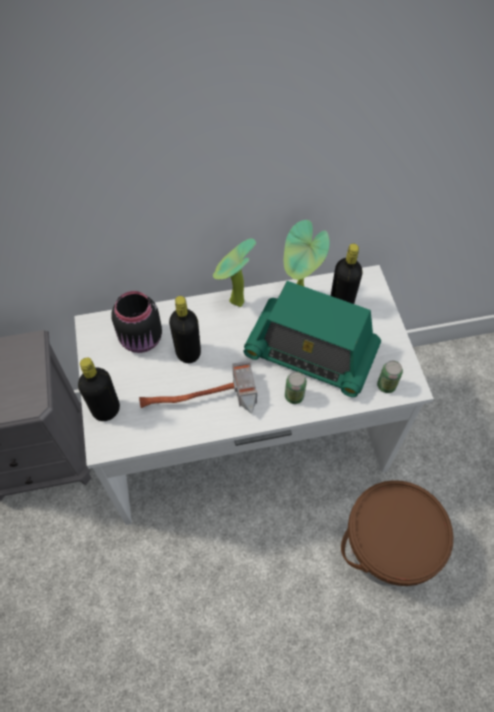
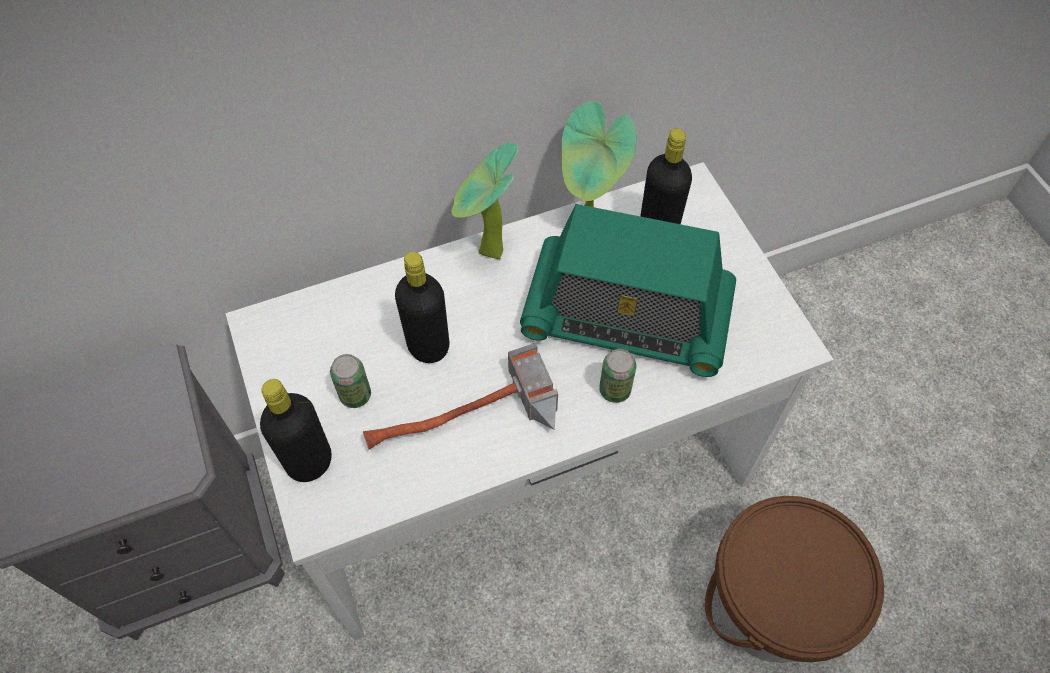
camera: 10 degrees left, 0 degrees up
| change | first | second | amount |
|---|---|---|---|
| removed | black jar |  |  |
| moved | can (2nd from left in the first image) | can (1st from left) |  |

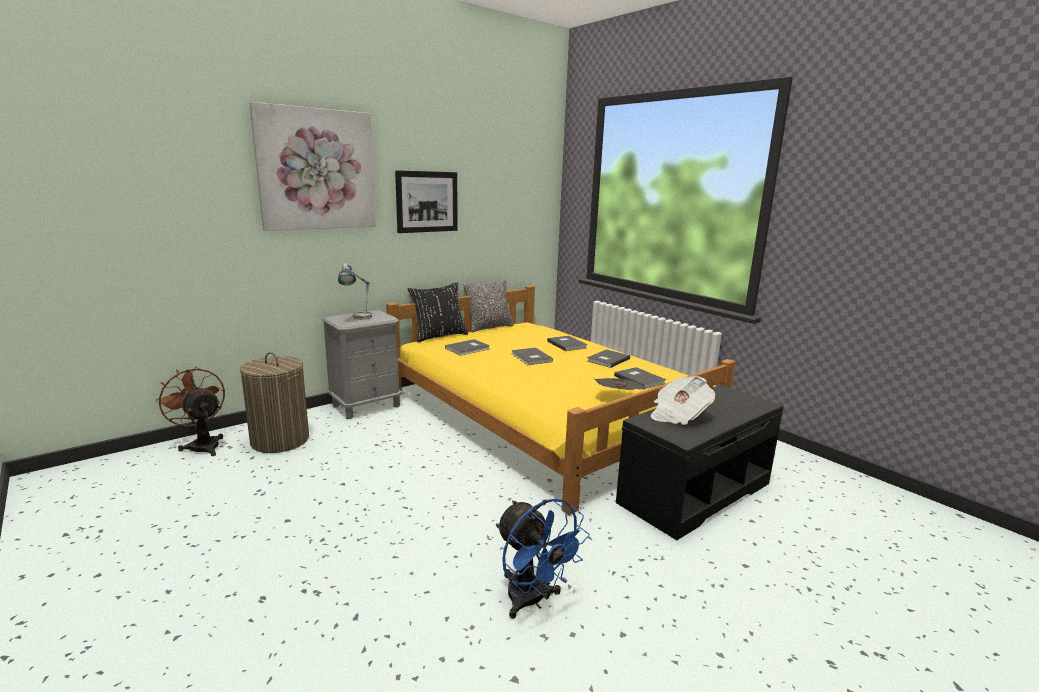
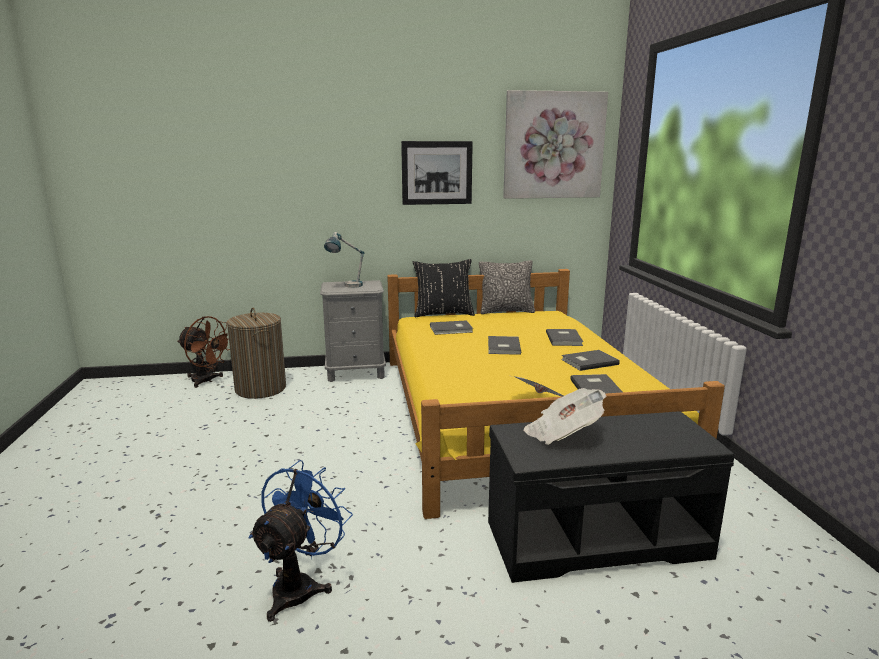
camera: 30 degrees right, 0 degrees up
| change | first | second | amount |
|---|---|---|---|
| moved | picture (1st from left in the first image) | picture (2nd from left) |  |
| turned | brown fan |  | 135 degrees clockwise |
| turned | blue fan |  | 150 degrees counterclockwise |

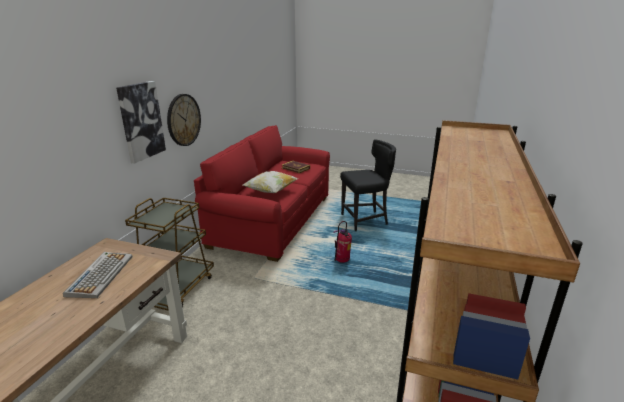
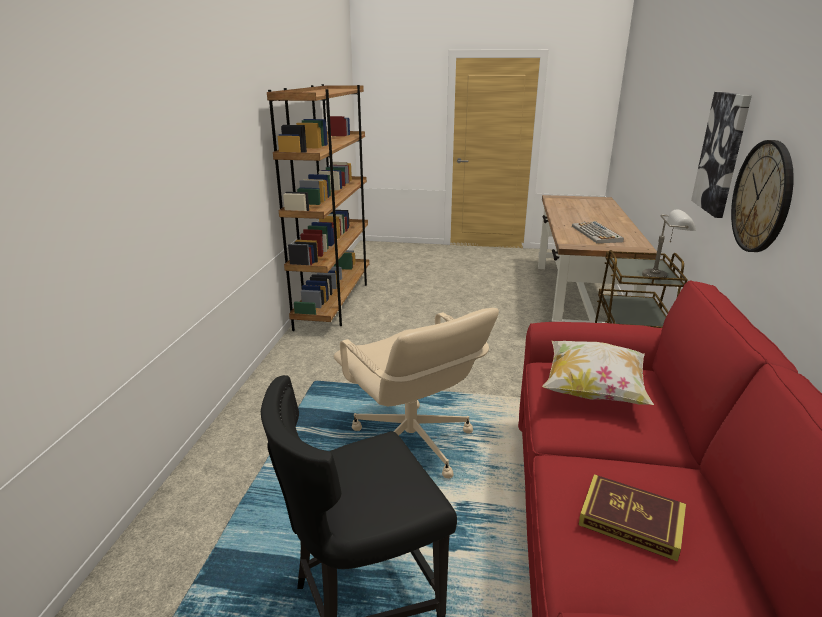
camera: 170 degrees right, 0 degrees up
| change | first | second | amount |
|---|---|---|---|
| added |  | grey table lamp |  |
| replaced | fire extinguisher | beige office chair |  |

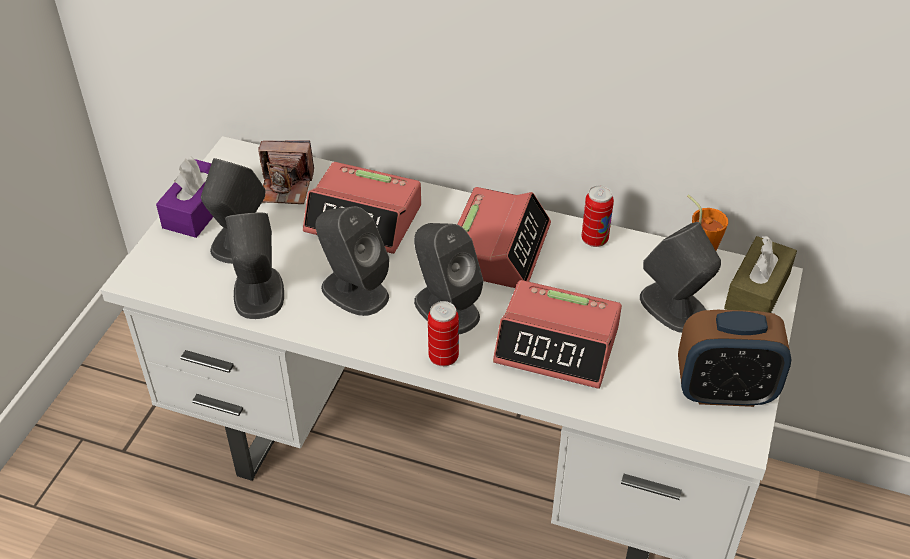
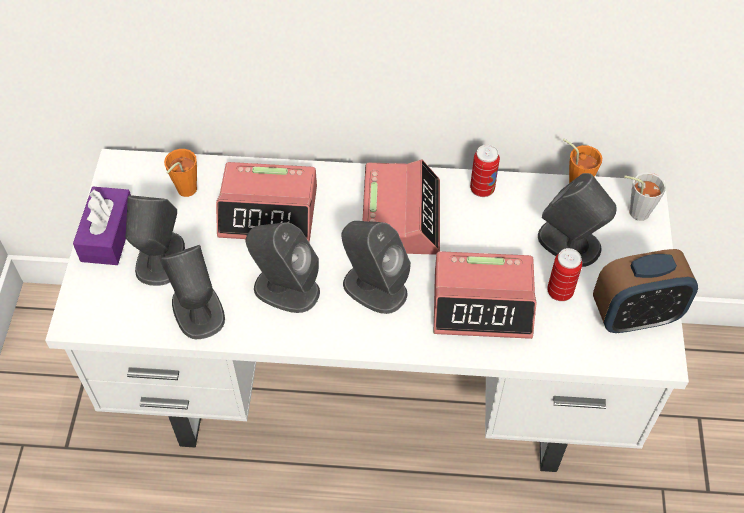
camera: 15 degrees left, 10 degrees up
| change | first | second | amount |
|---|---|---|---|
| moved | can (1st from left in the first image) | can (2nd from left) |  |
| replaced | photo camera | orange cup (1st from left) |  |
| replaced | brown tissue box | grey cup |  |

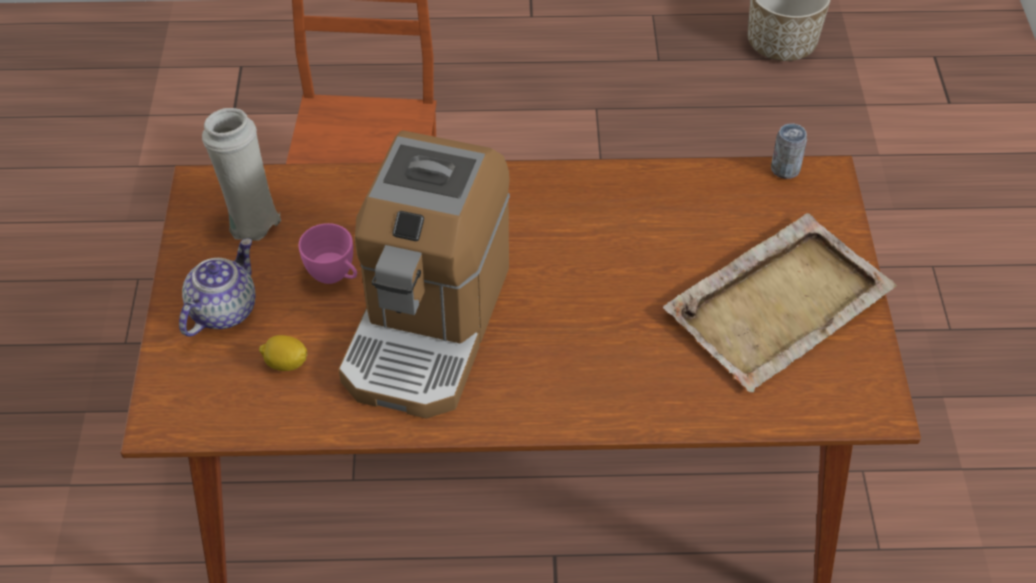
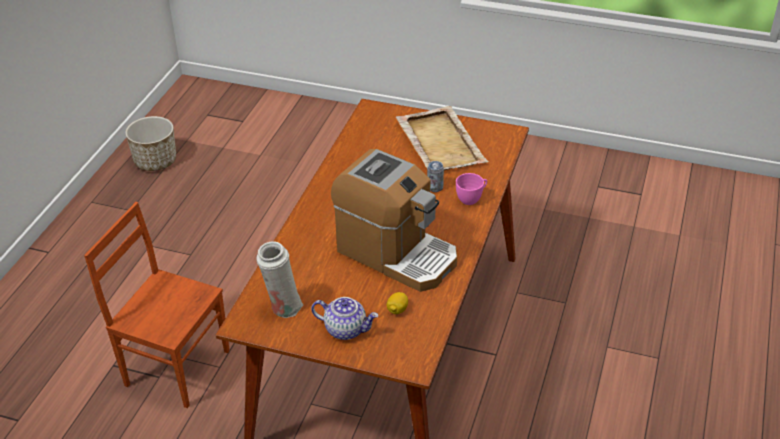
camera: 70 degrees left, 10 degrees down
| change | first | second | amount |
|---|---|---|---|
| moved | pink cup |  |  |
| moved | can |  |  |
| turned | teapot |  | 150 degrees clockwise |

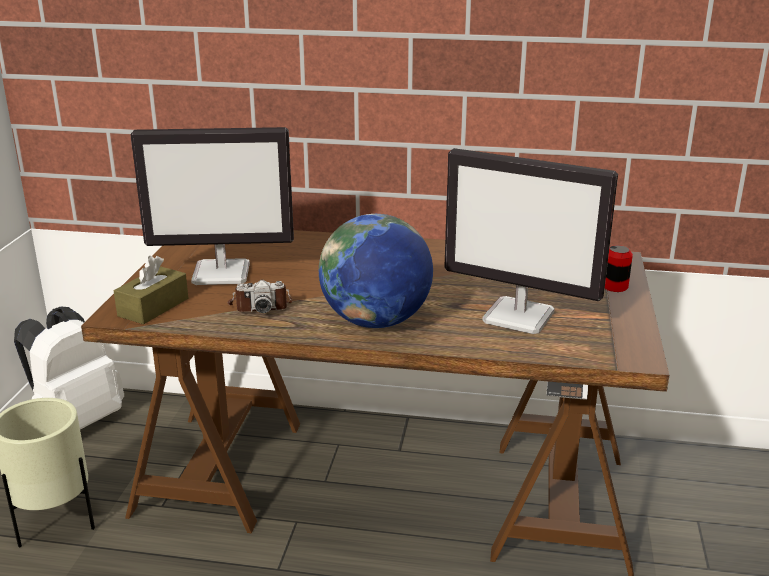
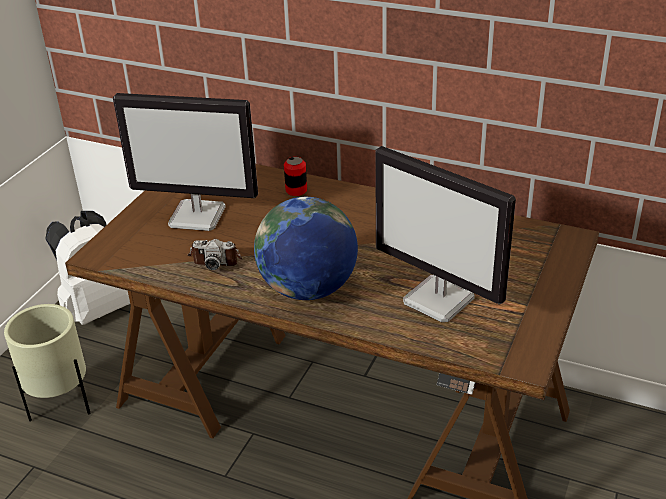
camera: 15 degrees right, 10 degrees up
| change | first | second | amount |
|---|---|---|---|
| removed | brown tissue box |  |  |
| moved | can |  |  |

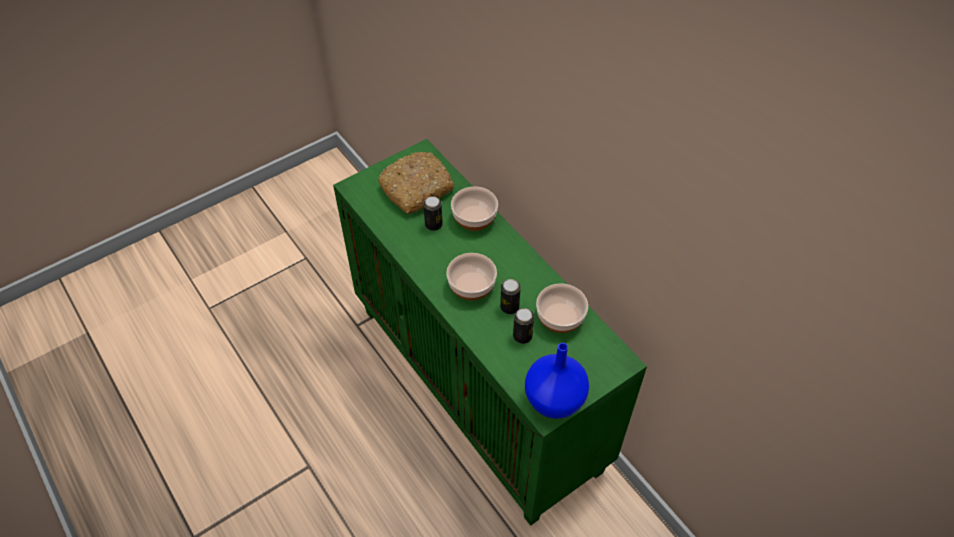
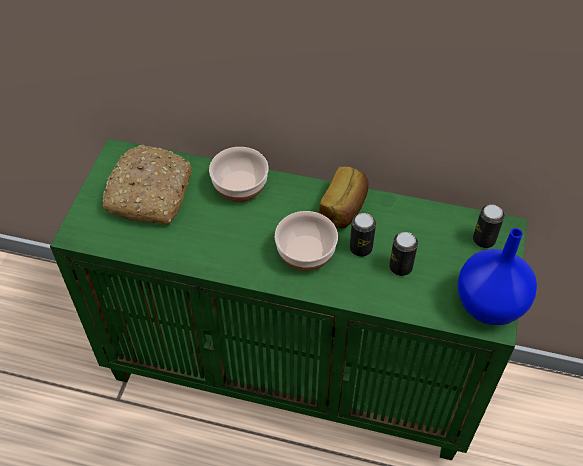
camera: 40 degrees left, 0 degrees up
| change | first | second | amount |
|---|---|---|---|
| removed | bowl (3rd from left) |  |  |
| added |  | bread (2nd from left) |  |
| moved | can (1st from left in the first image) | can (3rd from left) |  |

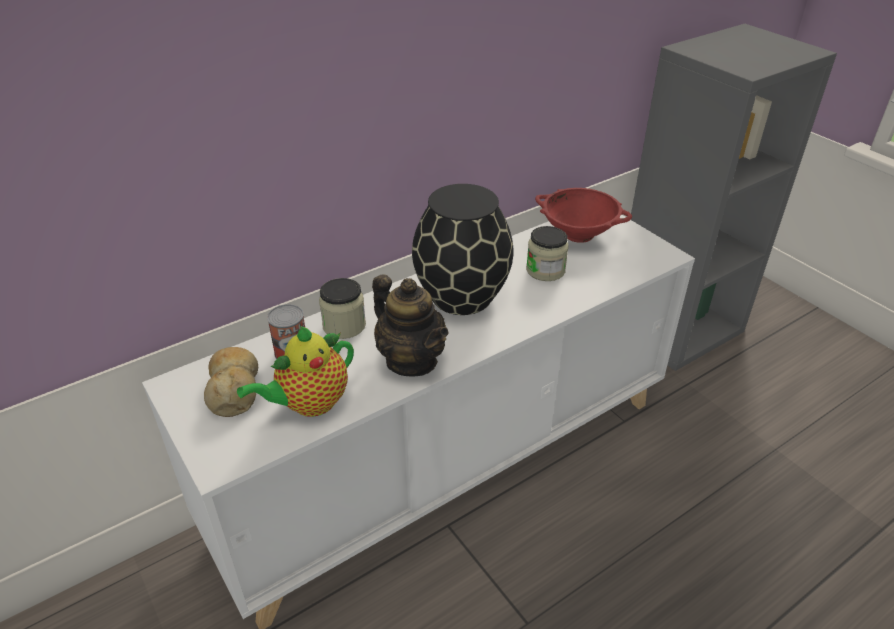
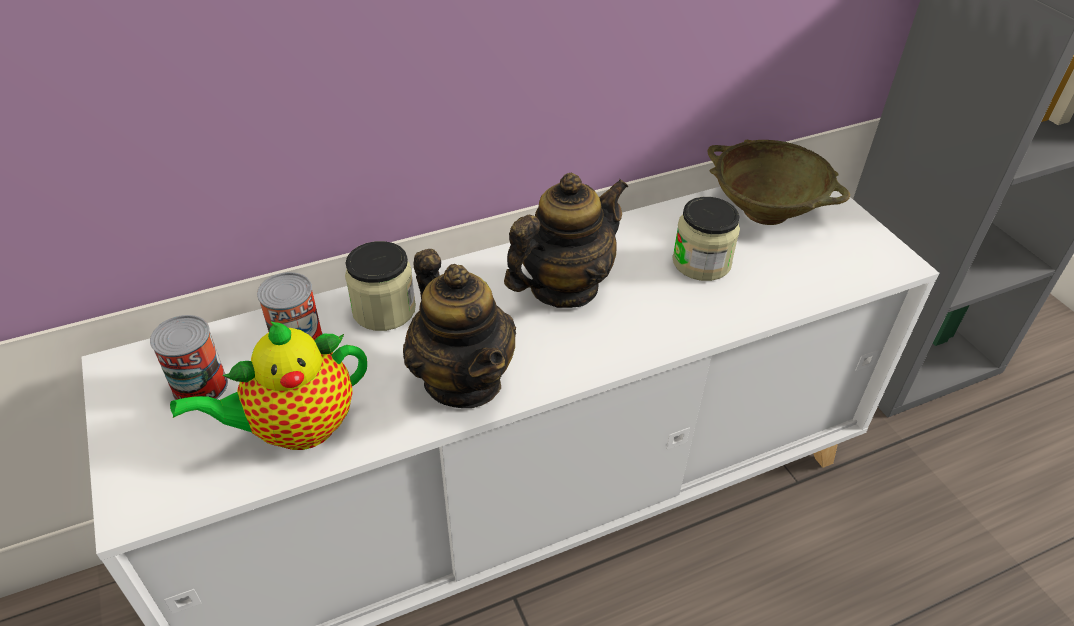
camera: 10 degrees right, 5 degrees up
| change | first | second | amount |
|---|---|---|---|
| replaced | bread | can (1st from left) |  |
| replaced | black vase | teapot (3rd from left) |  |
| recoloured | red bowl | beige bowl |  |

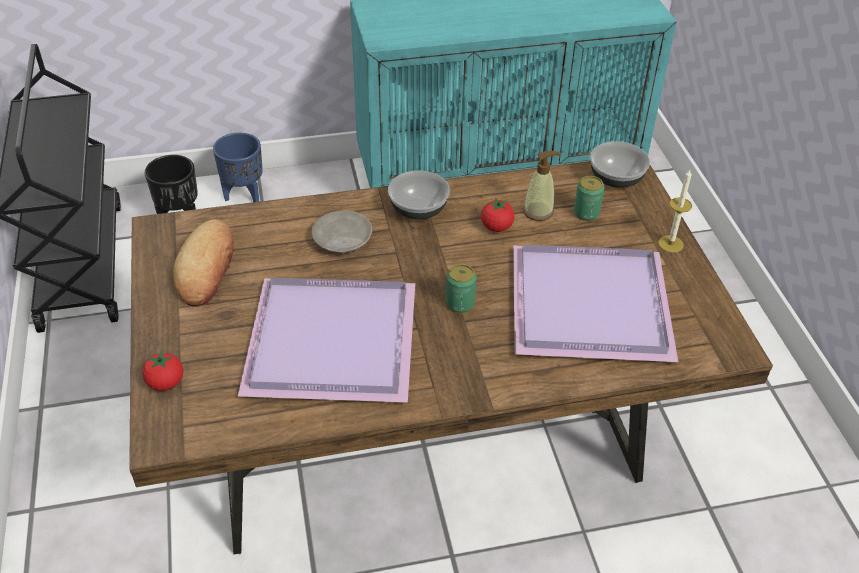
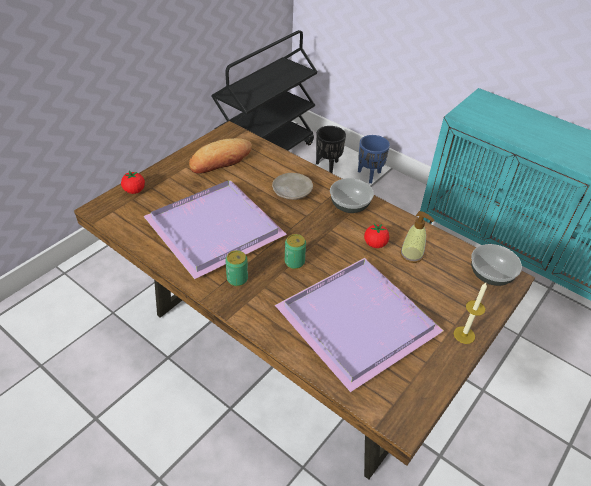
camera: 50 degrees right, 0 degrees up
| change | first | second | amount |
|---|---|---|---|
| moved | can (2nd from left in the first image) | can (1st from left) |  |

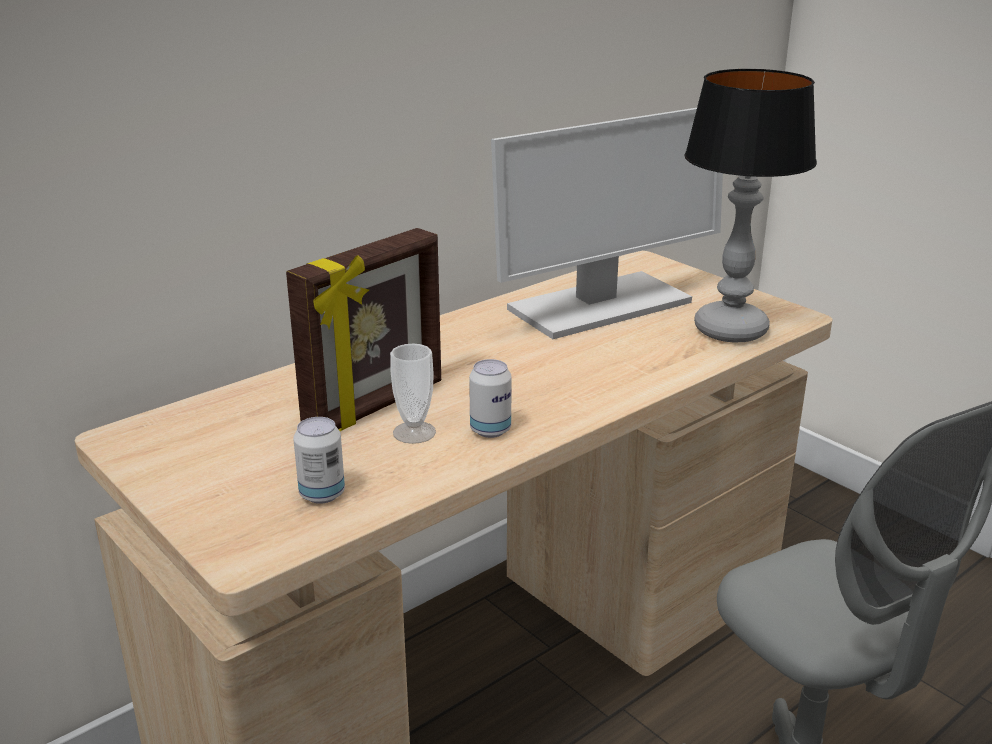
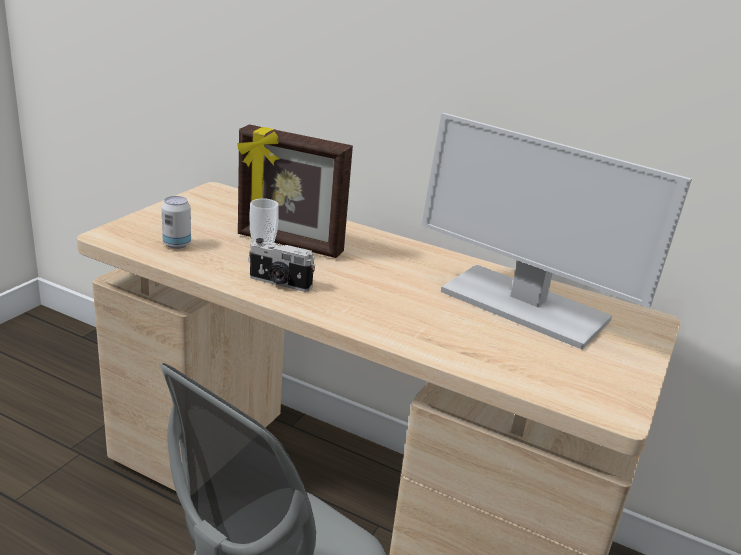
camera: 65 degrees right, 0 degrees up
| change | first | second | amount |
|---|---|---|---|
| removed | table lamp |  |  |
| replaced | can (2nd from left) | photo camera |  |

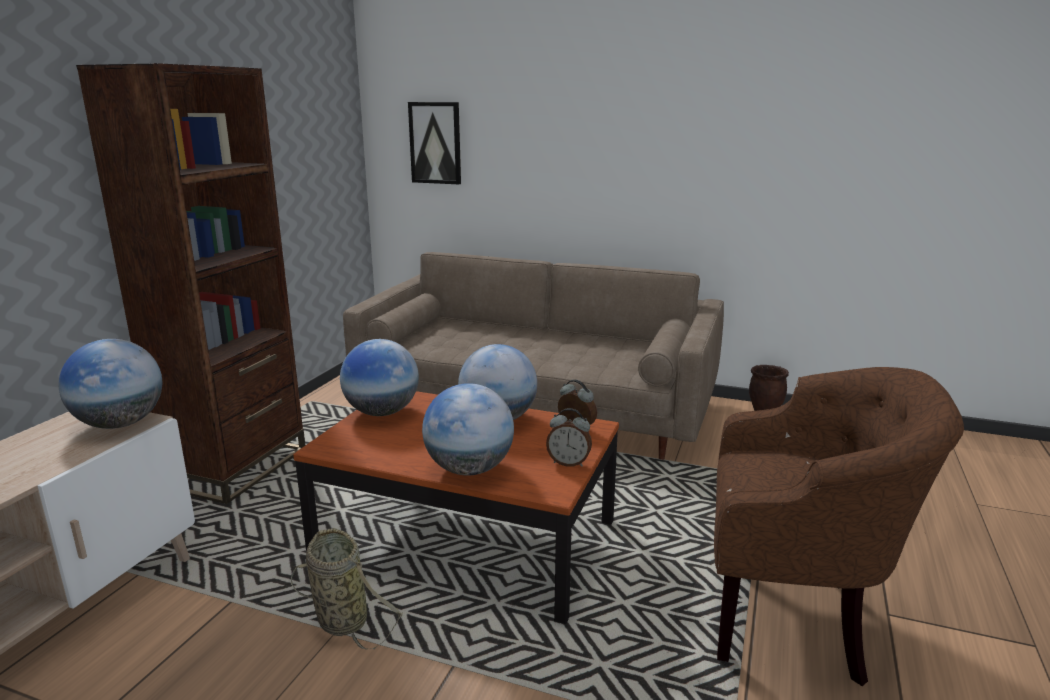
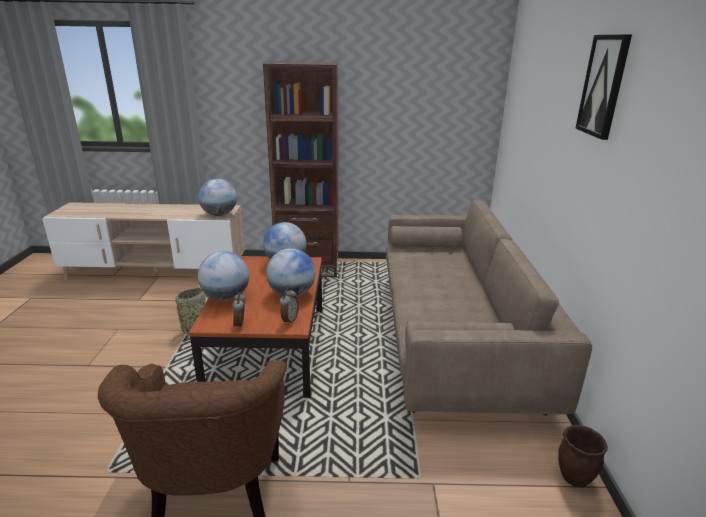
camera: 70 degrees right, 5 degrees up
| change | first | second | amount |
|---|---|---|---|
| moved | picture |  |  |

